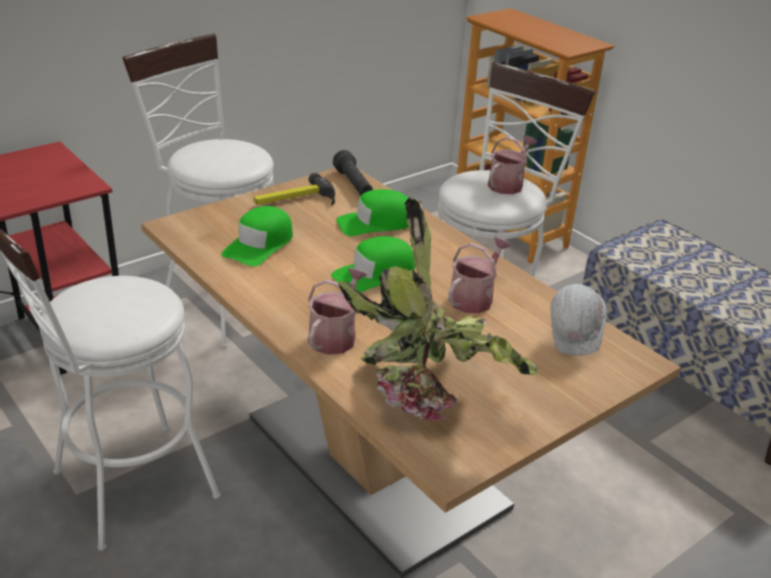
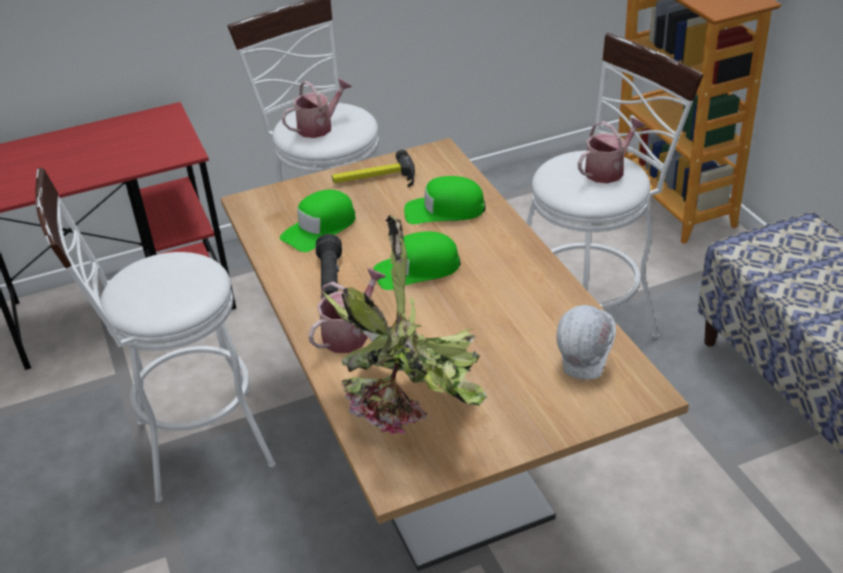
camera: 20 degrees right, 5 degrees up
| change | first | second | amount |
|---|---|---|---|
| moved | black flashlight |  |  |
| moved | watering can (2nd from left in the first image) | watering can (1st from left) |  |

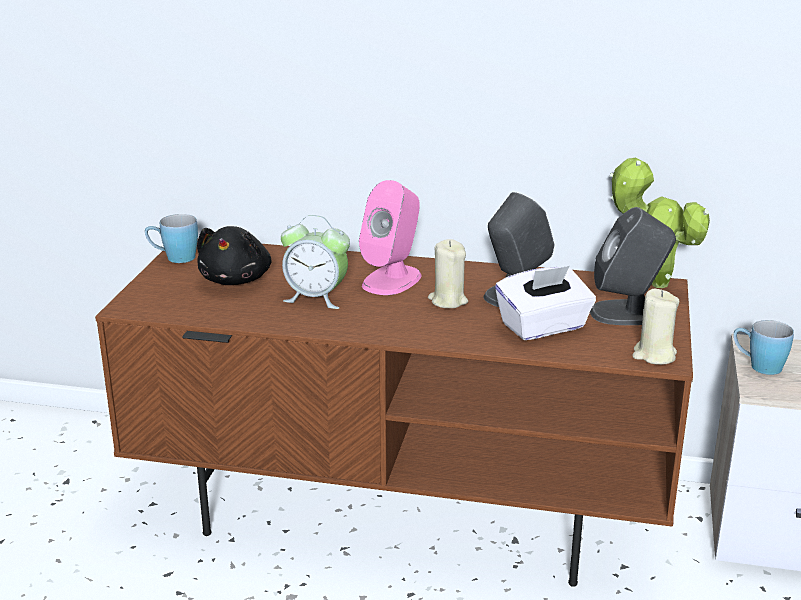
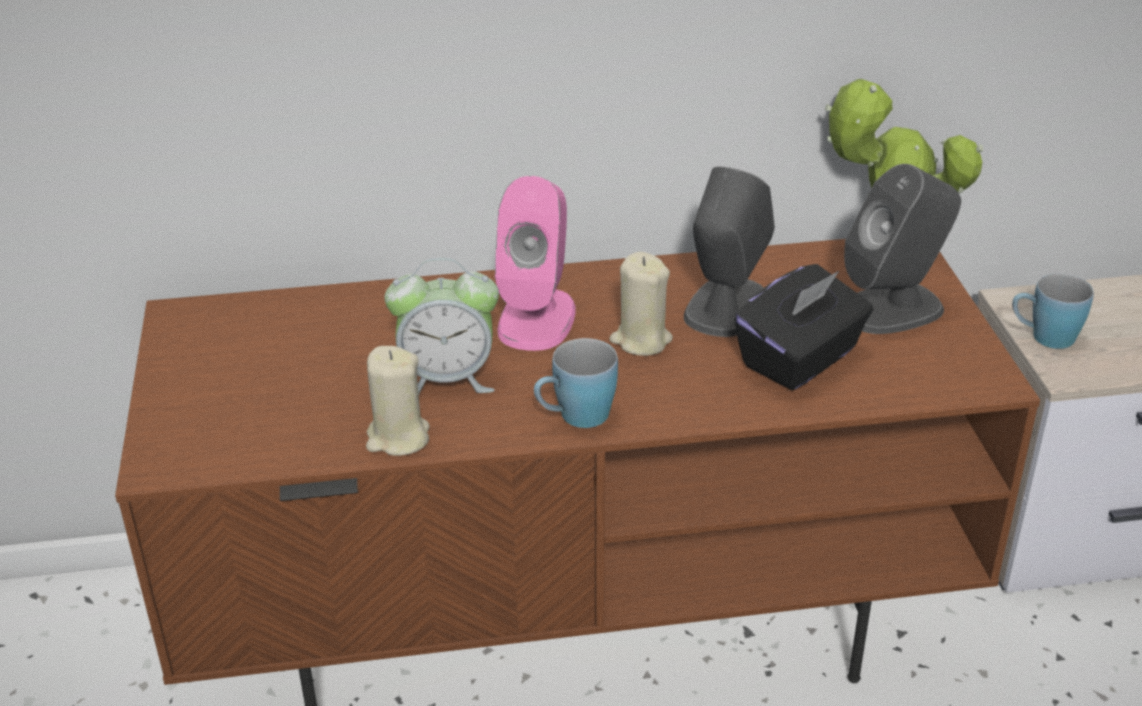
camera: 20 degrees left, 10 degrees up
| change | first | second | amount |
|---|---|---|---|
| removed | black plush toy |  |  |
| moved | blue mug (1st from left) |  |  |
| moved | beige candle (2nd from left in the first image) | beige candle (1st from left) |  |
| recoloured | white tissue box | black tissue box |  |

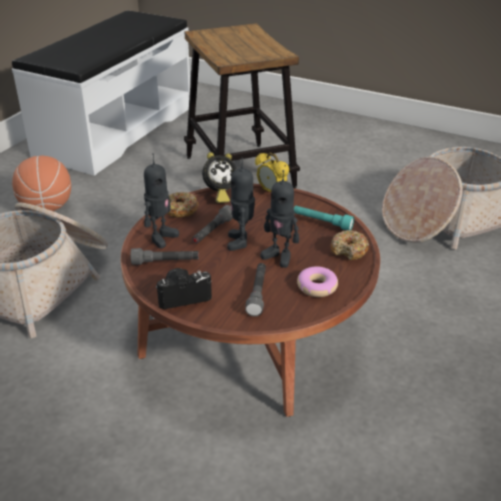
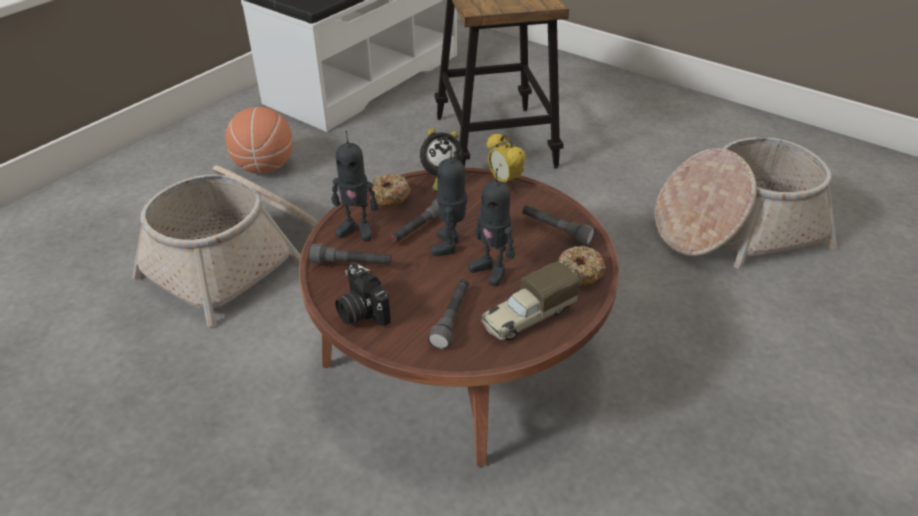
camera: 10 degrees right, 5 degrees up
| change | first | second | amount |
|---|---|---|---|
| replaced | donut (2nd from left) | toy truck |  |
| recoloured | turquoise flashlight | grey flashlight (4th from left) |  |
| turned | toy robot (1st from left) |  | 60 degrees clockwise |
| turned | photo camera |  | 120 degrees counterclockwise |

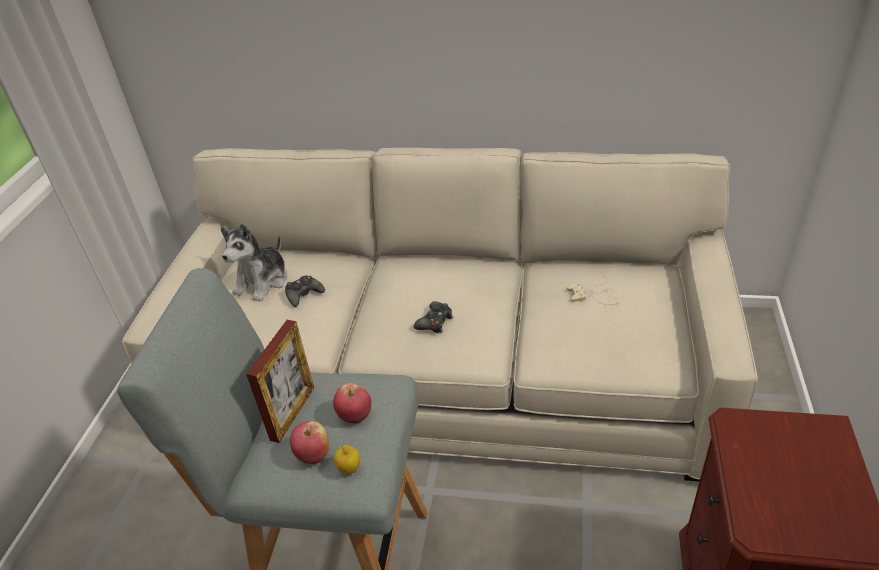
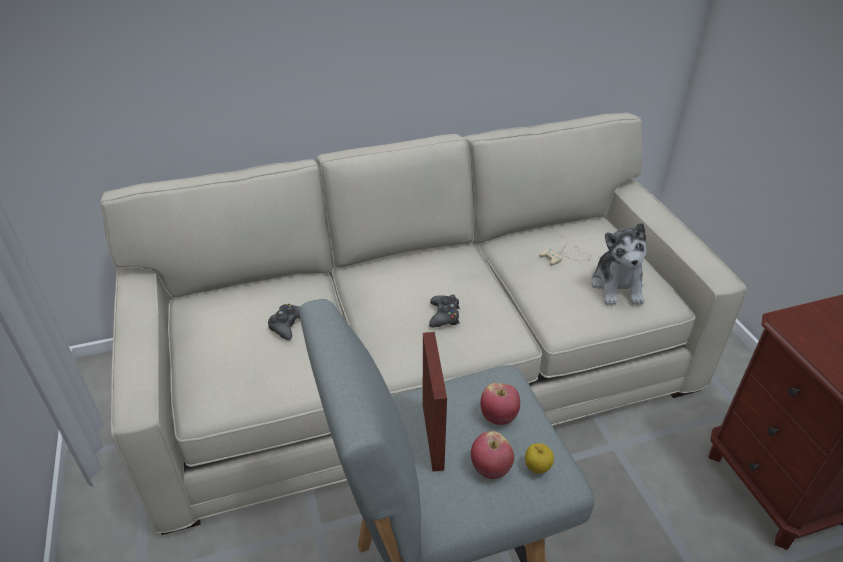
camera: 30 degrees left, 0 degrees up
| change | first | second | amount |
|---|---|---|---|
| moved | plush toy |  |  |

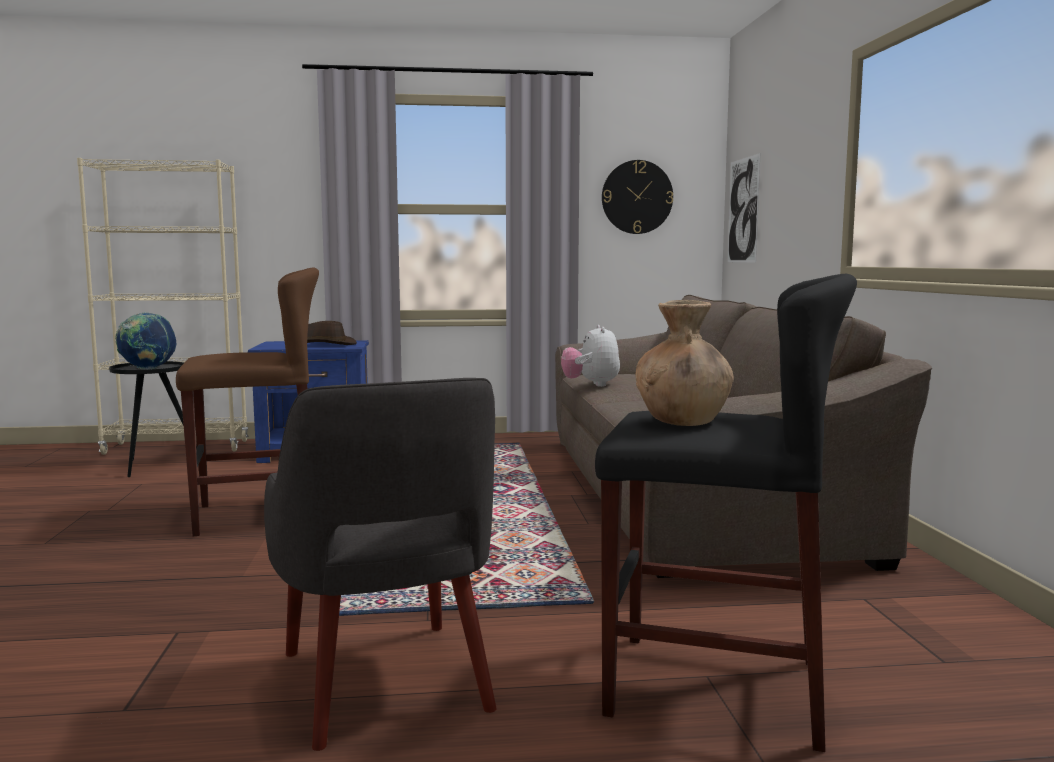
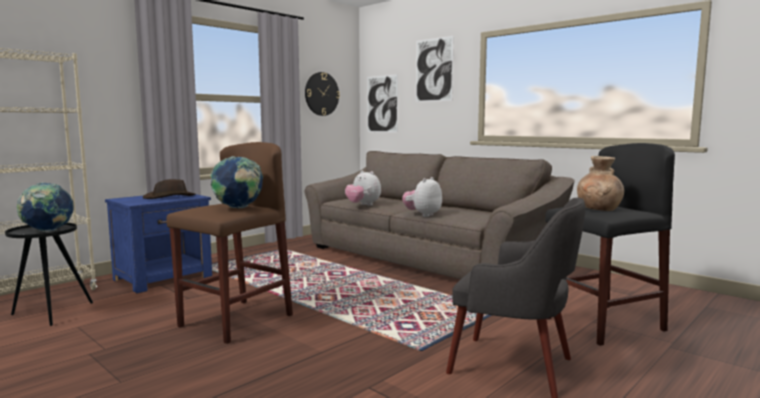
camera: 40 degrees left, 0 degrees up
| change | first | second | amount |
|---|---|---|---|
| added |  | globe (2nd from left) |  |
| added |  | plush toy (2nd from left) |  |
| added |  | picture (2nd from left) |  |

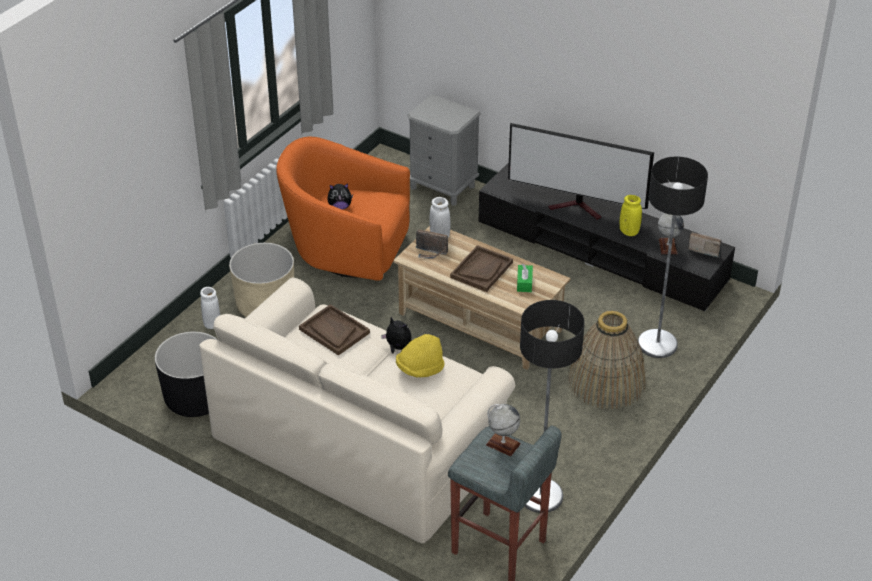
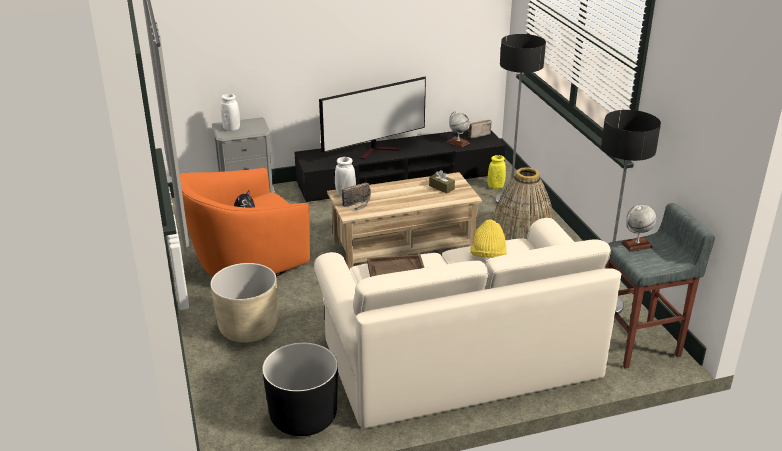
camera: 50 degrees left, 10 degrees down
| change | first | second | amount |
|---|---|---|---|
| removed | plush toy (2nd from left) |  |  |
| removed | brown tray (2nd from left) |  |  |
| moved | white vase (1st from left) |  |  |
| moved | yellow vase |  |  |
| recoloured | green tissue box | brown tissue box |  |

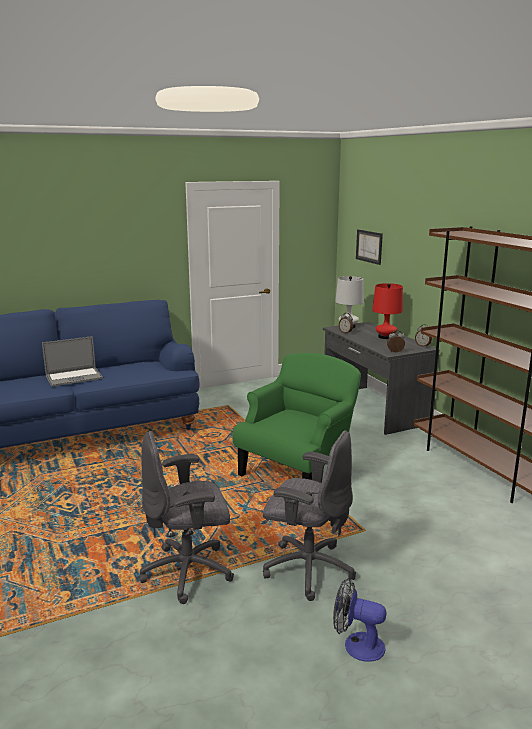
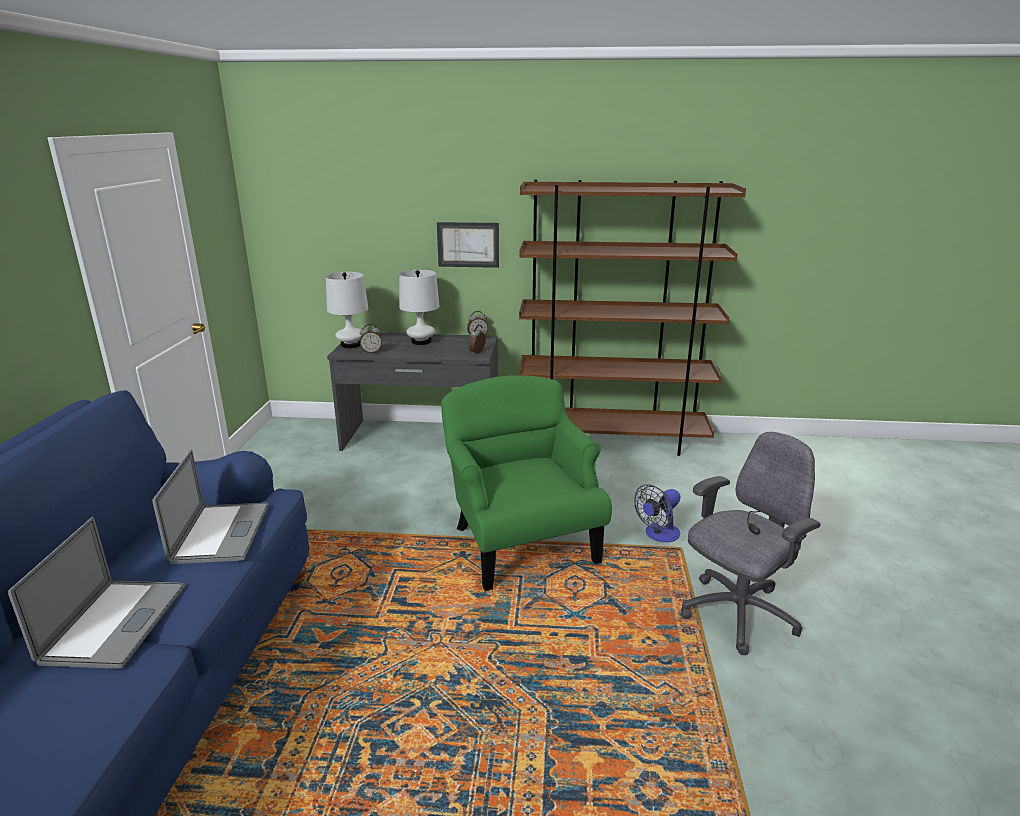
camera: 60 degrees left, 5 degrees up
| change | first | second | amount |
|---|---|---|---|
| removed | grey office chair (1st from left) |  |  |
| added |  | laptop (2nd from left) |  |
| moved | fan |  |  |
| moved | picture |  |  |
| recoloured | red table lamp | white table lamp (2nd from left) |  |

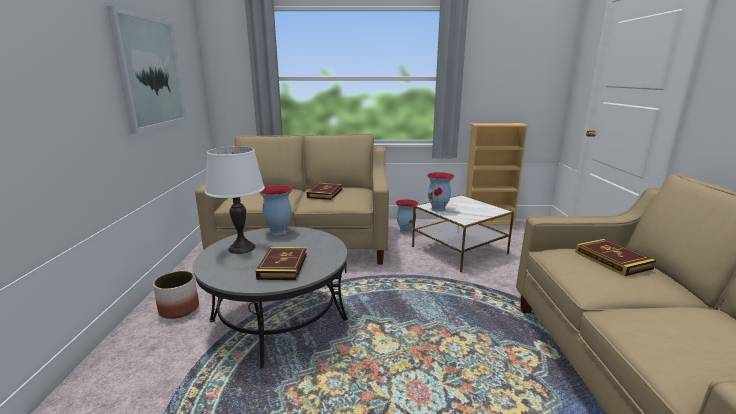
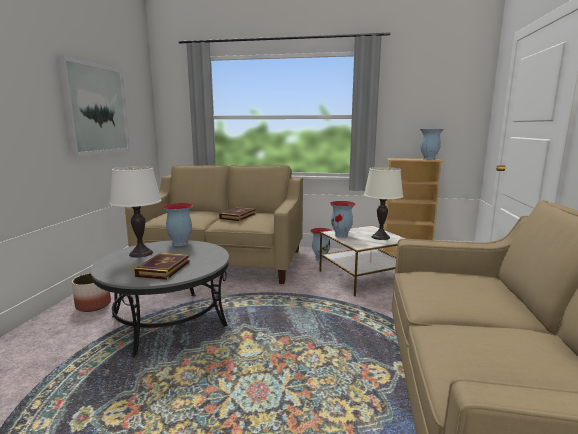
camera: 10 degrees right, 5 degrees down
| change | first | second | amount |
|---|---|---|---|
| removed | book (3rd from left) |  |  |
| added |  | white table lamp (2nd from left) |  |
| added |  | vase (4th from left) |  |

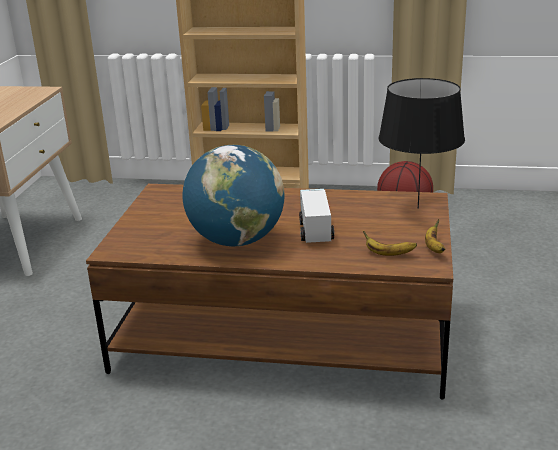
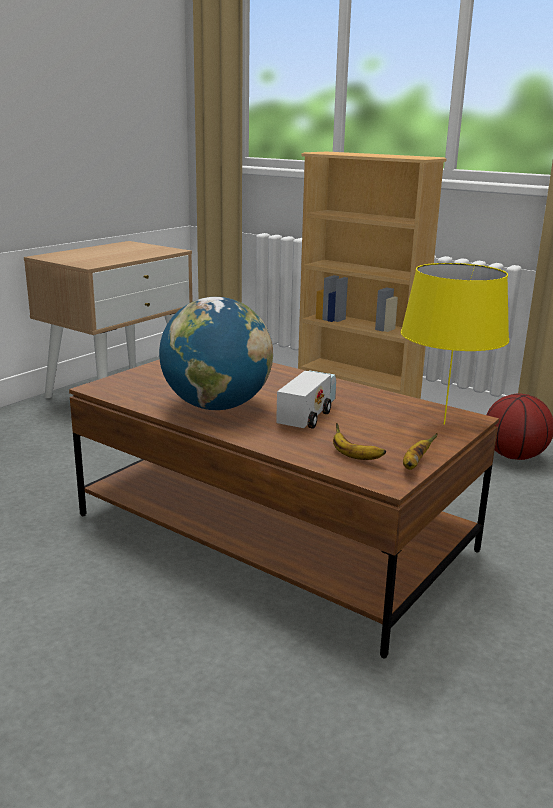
camera: 25 degrees right, 5 degrees down
| change | first | second | amount |
|---|---|---|---|
| recoloured | black table lamp | yellow table lamp |  |

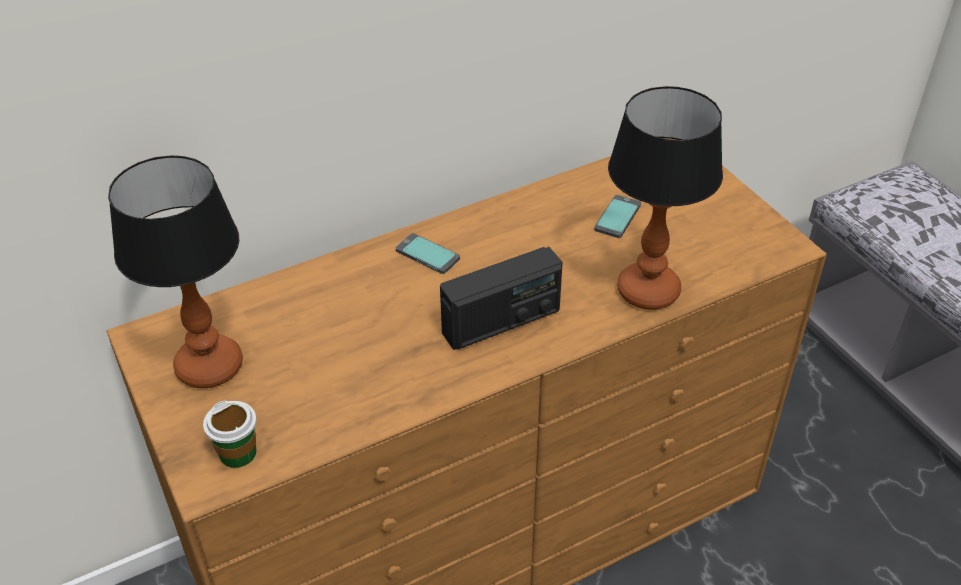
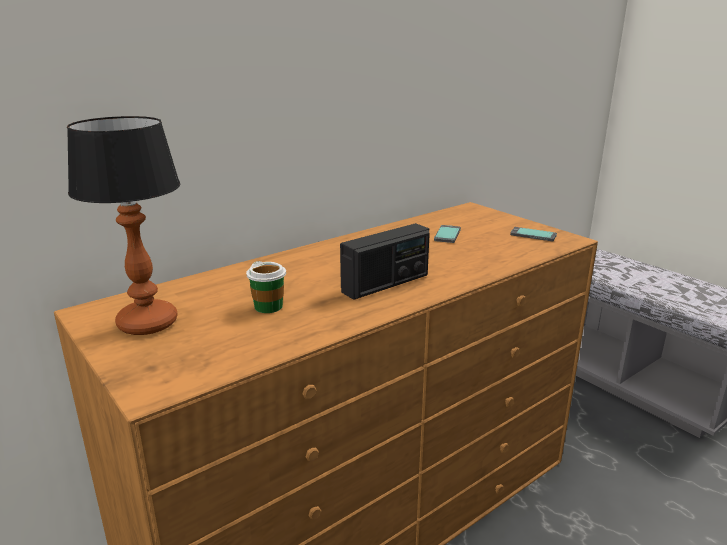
camera: 10 degrees left, 20 degrees down
| change | first | second | amount |
|---|---|---|---|
| removed | table lamp (2nd from left) |  |  |
| moved | cup |  |  |
| moved | phone (1st from left in the first image) | phone (2nd from left) |  |

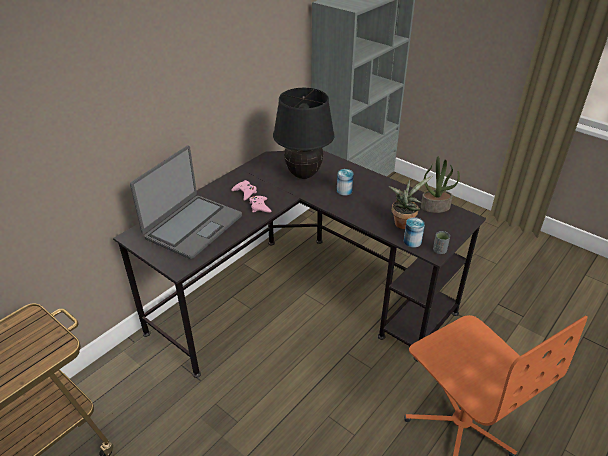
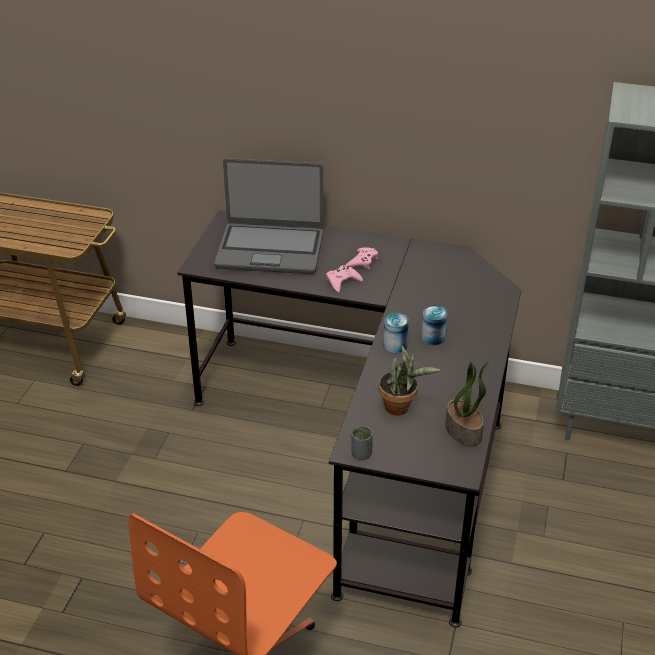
camera: 65 degrees right, 0 degrees up
| change | first | second | amount |
|---|---|---|---|
| removed | black table lamp |  |  |
| moved | can (2nd from left in the first image) | can (1st from left) |  |

